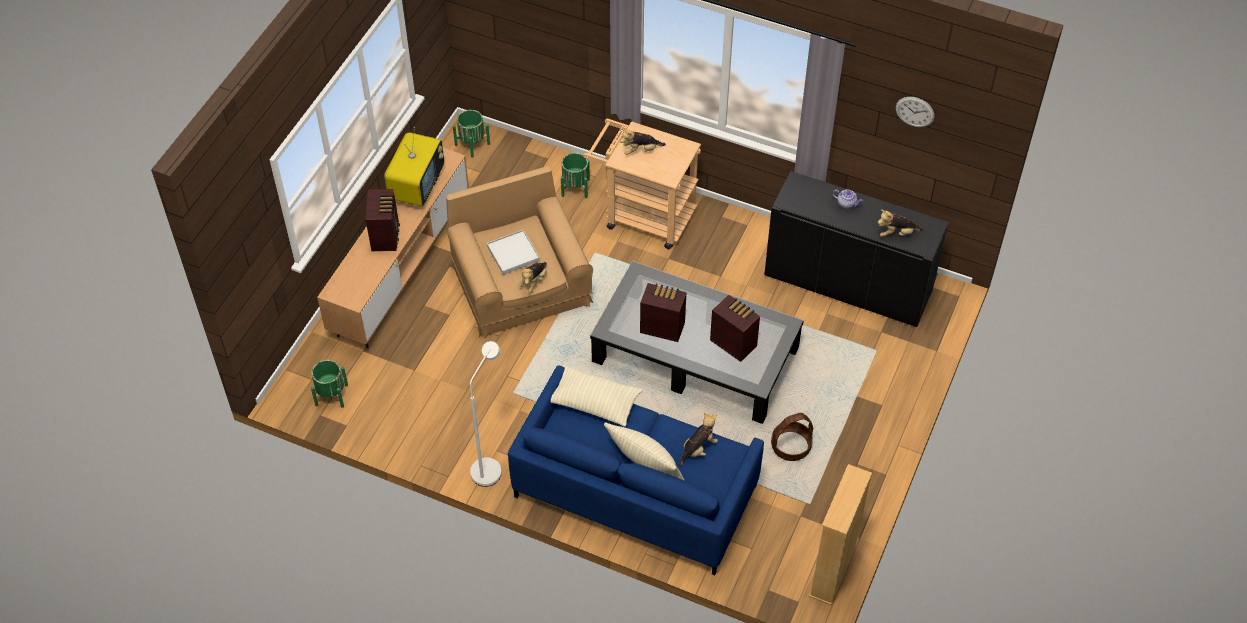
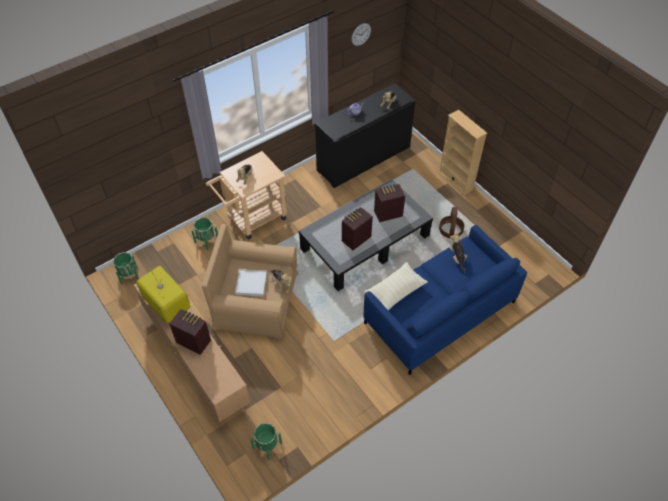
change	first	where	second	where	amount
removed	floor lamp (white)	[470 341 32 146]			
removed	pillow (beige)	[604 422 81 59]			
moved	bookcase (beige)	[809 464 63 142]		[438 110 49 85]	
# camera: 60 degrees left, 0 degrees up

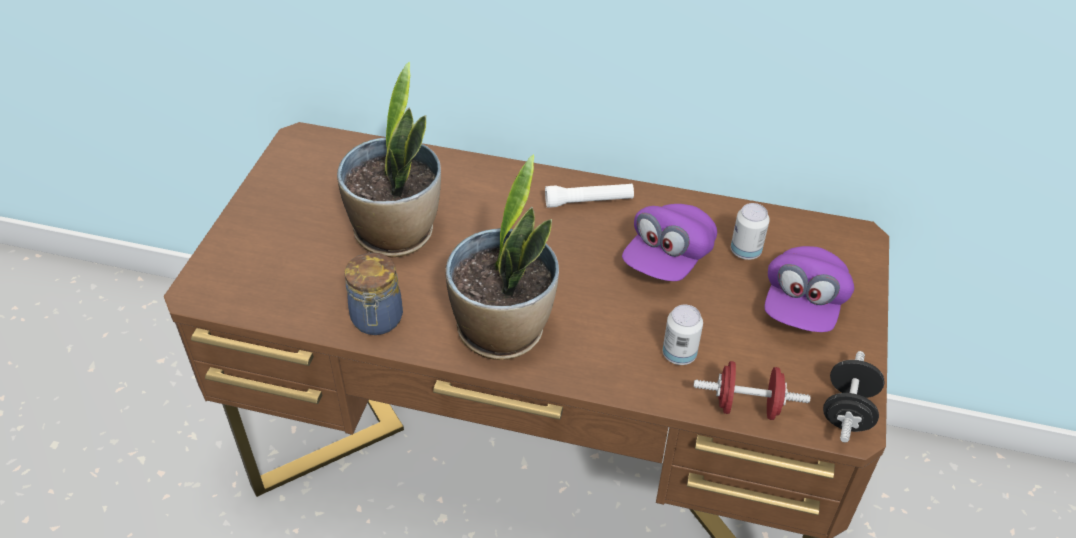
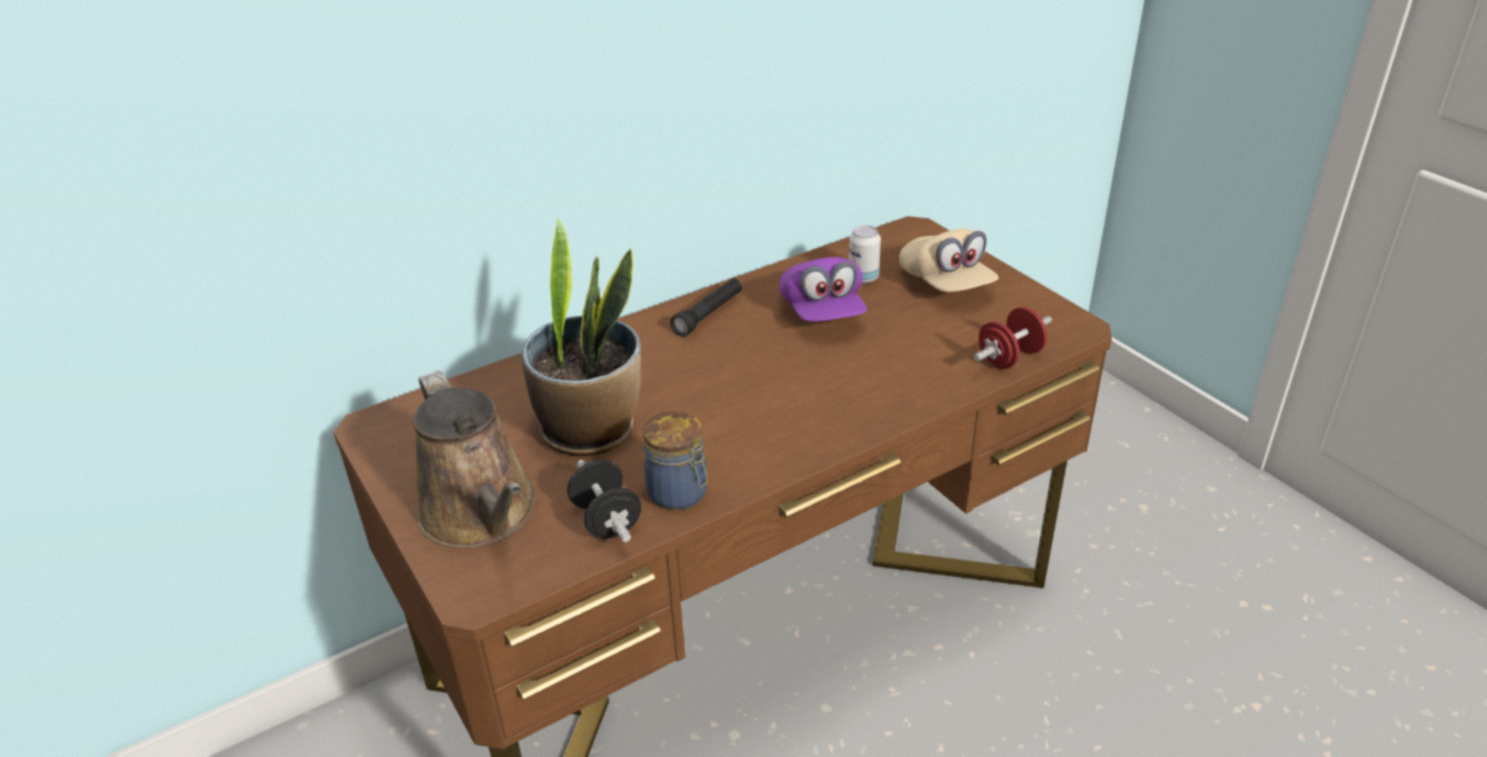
change	first	where	second	where	amount
removed	potted plant	[445 154 114 206]			
removed	can	[663 304 40 61]			
added			watering can (brown)	[413 370 122 179]	
moved	dumbbell (black)	[823 351 62 92]		[567 459 74 83]	
recoloured	flashlight (white)	[545 183 89 25]	flashlight (black)	[670 278 72 59]	
recoloured	cap (purple)	[764 246 90 86]	cap (beige)	[899 228 100 64]	
# camera: 45 degrees left, 10 degrees down

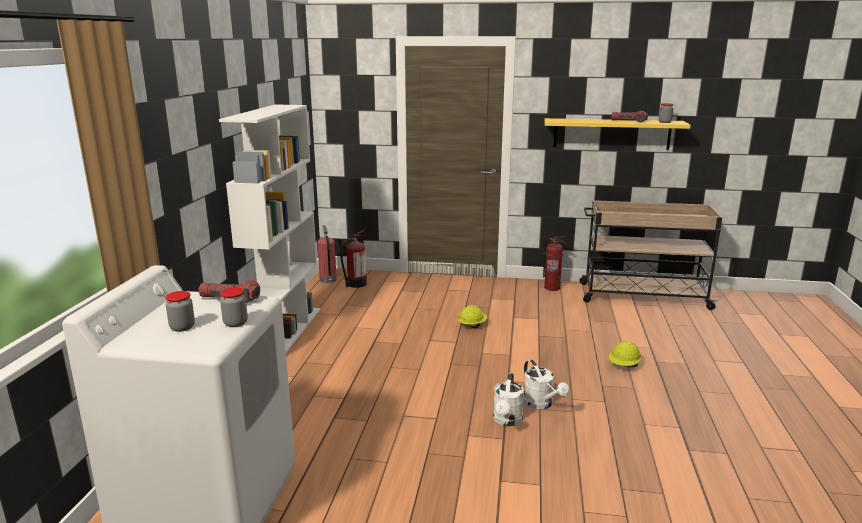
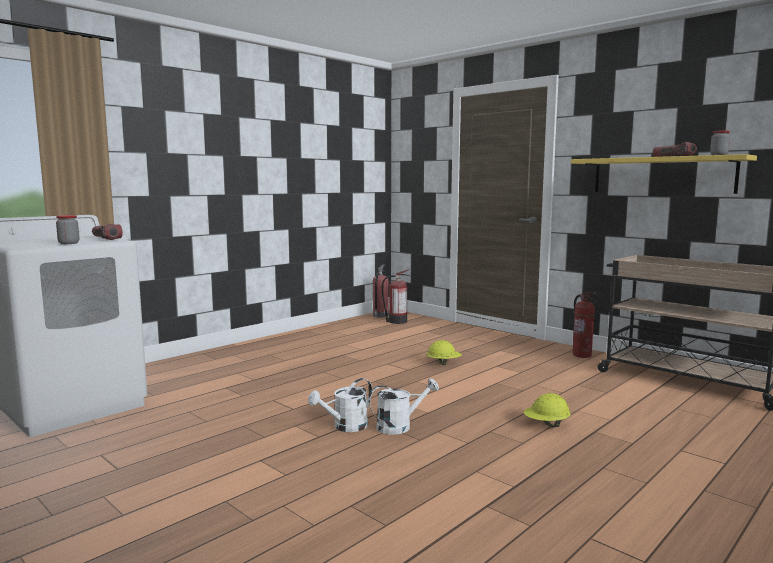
change	first	where	second	where	amount
removed	jar	[165 291 30 41]			
removed	bookcase (white)	[219 105 101 248]			
turned	watering can (white)	[523 360 46 49]		[368 378 71 56]	120 degrees counterclockwise
# camera: 35 degrees right, 10 degrees down

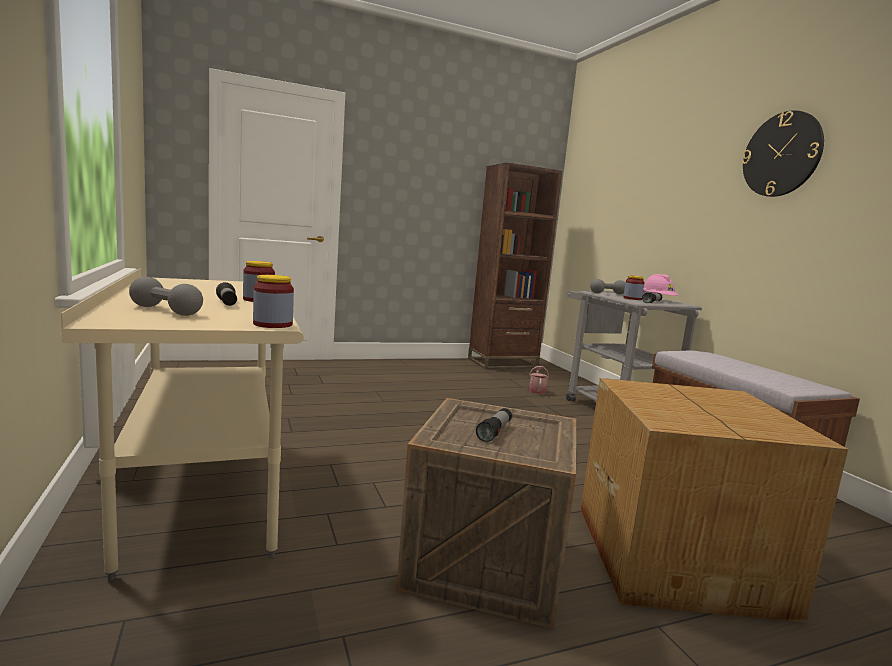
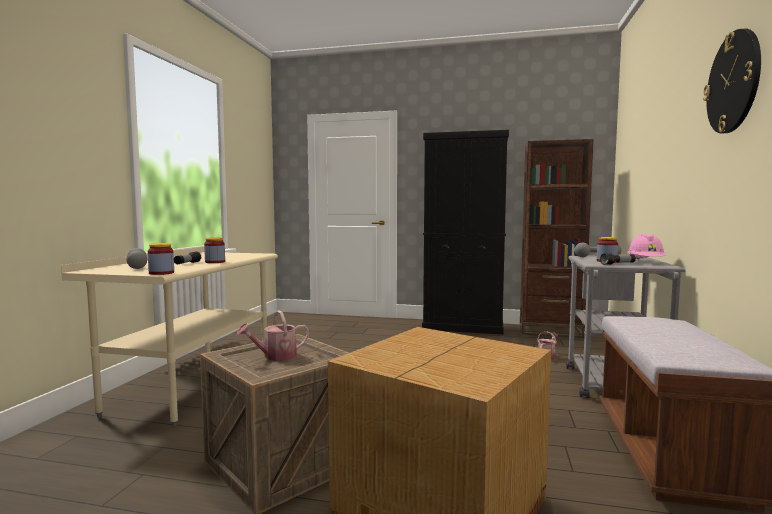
change	first	where	second	where	amount
added			cabinet (black)	[422 130 87 204]	
replaced	flashlight	[476 408 36 34]	watering can	[237 310 72 51]	
# camera: 35 degrees right, 5 degrees down

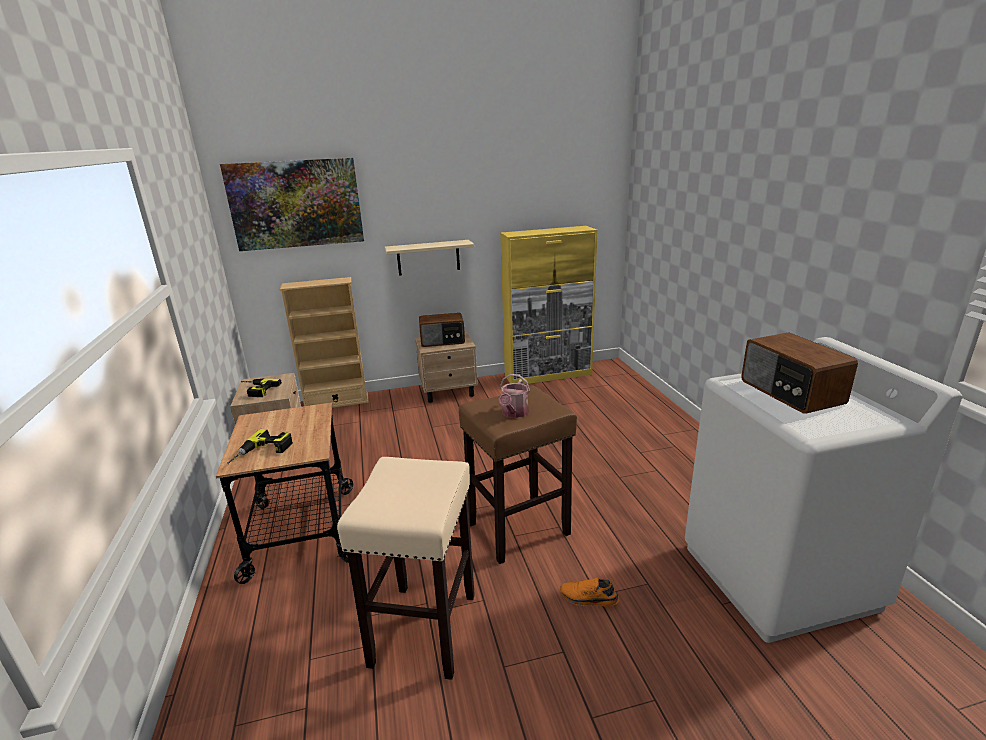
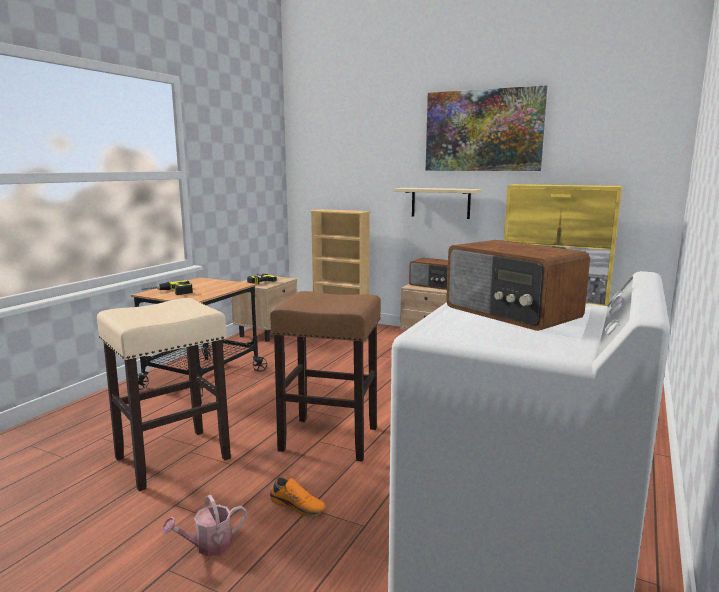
change	first	where	second	where	amount
moved	picture	[220 158 144 93]		[426 85 121 86]	
moved	watering can	[499 374 31 44]		[162 495 85 61]	
turned	shoe (orange)	[560 577 59 29]		[269 477 57 40]	150 degrees clockwise
turned	radio	[741 333 117 81]		[446 240 144 91]	60 degrees counterclockwise
# camera: 40 degrees right, 10 degrees down

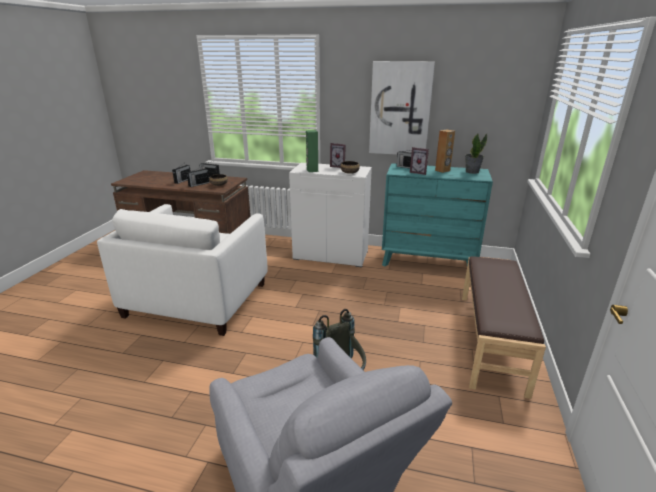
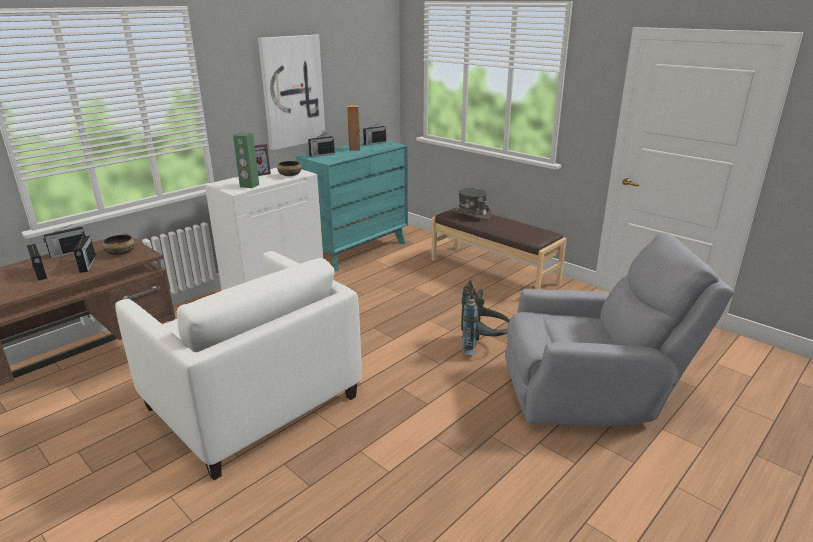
change	first	where	second	where	amount
removed	picture frame	[410 147 19 28]			
added			hat (grey)	[453 188 39 31]	
replaced	potted plant	[465 134 22 40]	radio	[363 123 23 22]	
# camera: 60 degrees left, 0 degrees up

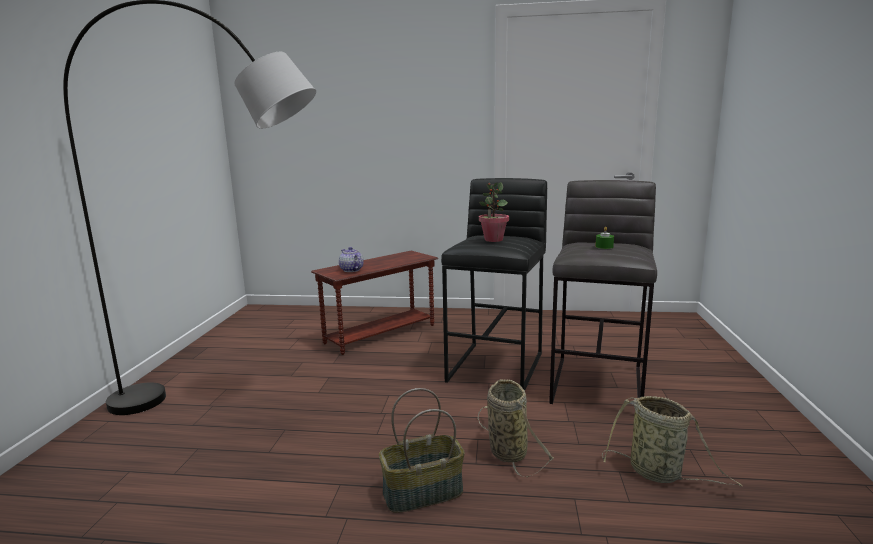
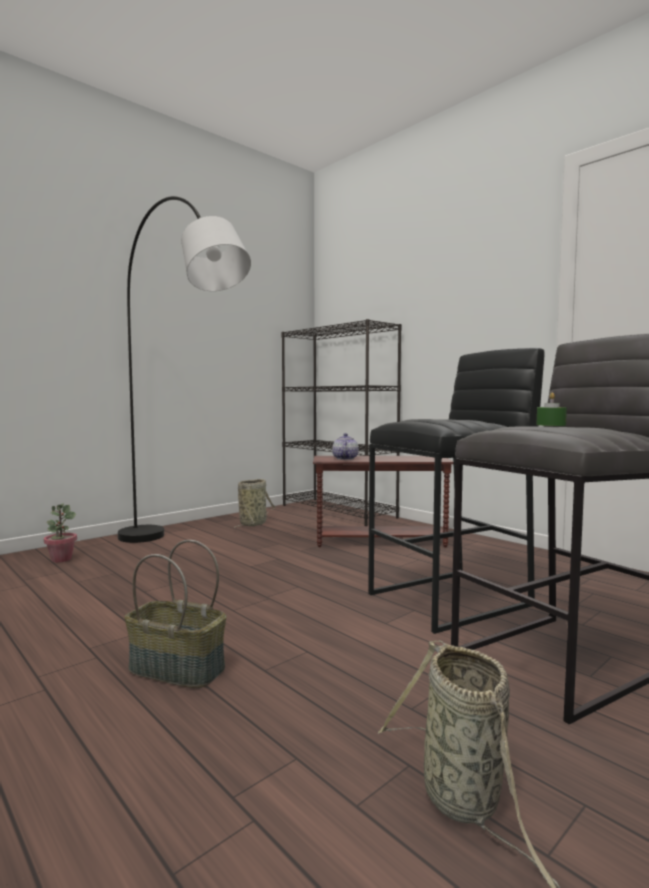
change	first	where	second	where	amount
added			bookcase (black)	[282 319 120 207]	
moved	basket	[477 379 77 98]		[235 479 41 49]	
moved	potted plant	[479 182 30 60]		[44 504 33 59]	
# camera: 40 degrees right, 10 degrees down

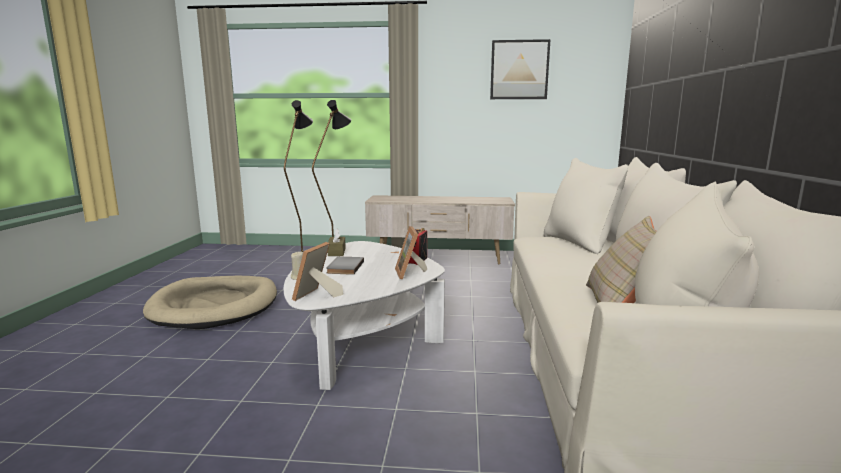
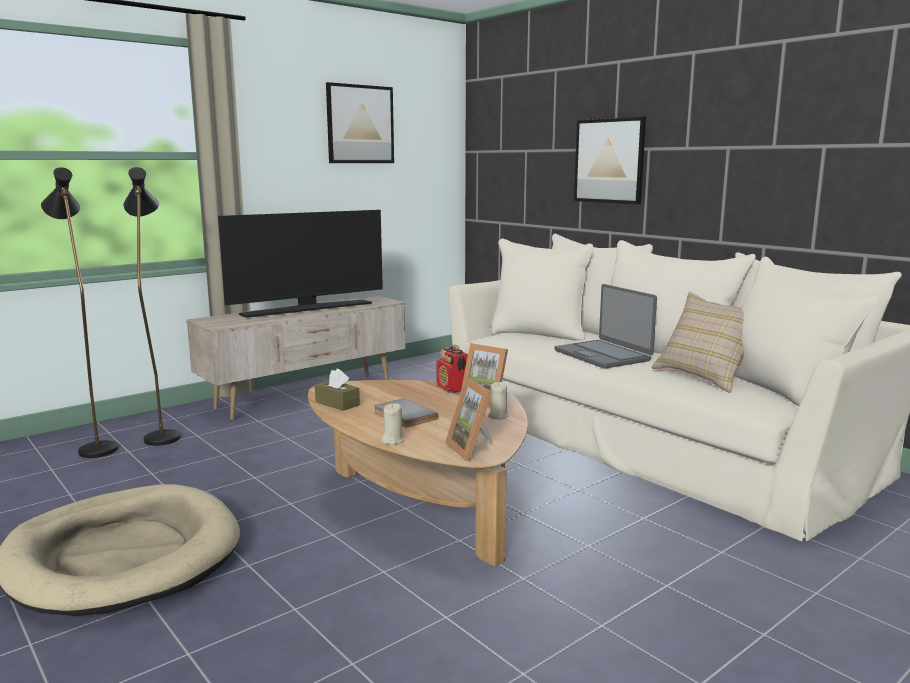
change	first	where	second	where	amount
added			television	[218 210 165 108]	
added			candle (beige)	[488 382 21 38]	
added			laptop	[554 284 103 85]	
added			picture	[574 117 72 87]	
recoloured	coffee table (white)	[284 241 161 149]	coffee table (brown)	[308 380 220 187]	
# camera: 45 degrees left, 0 degrees up

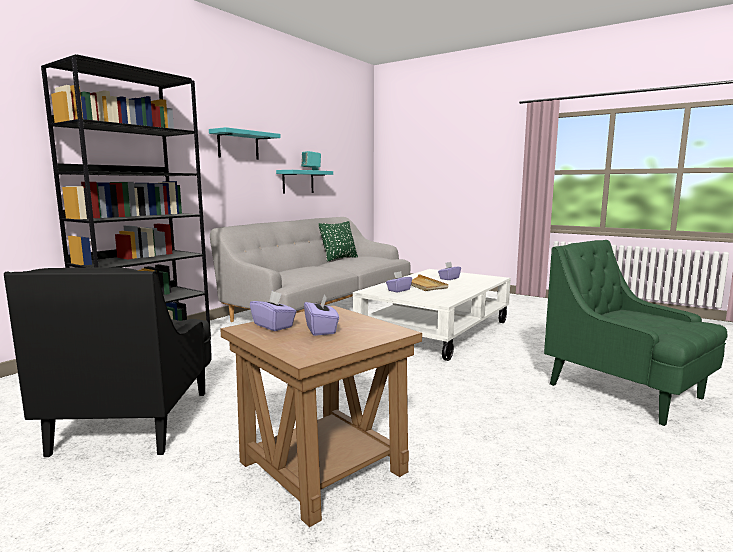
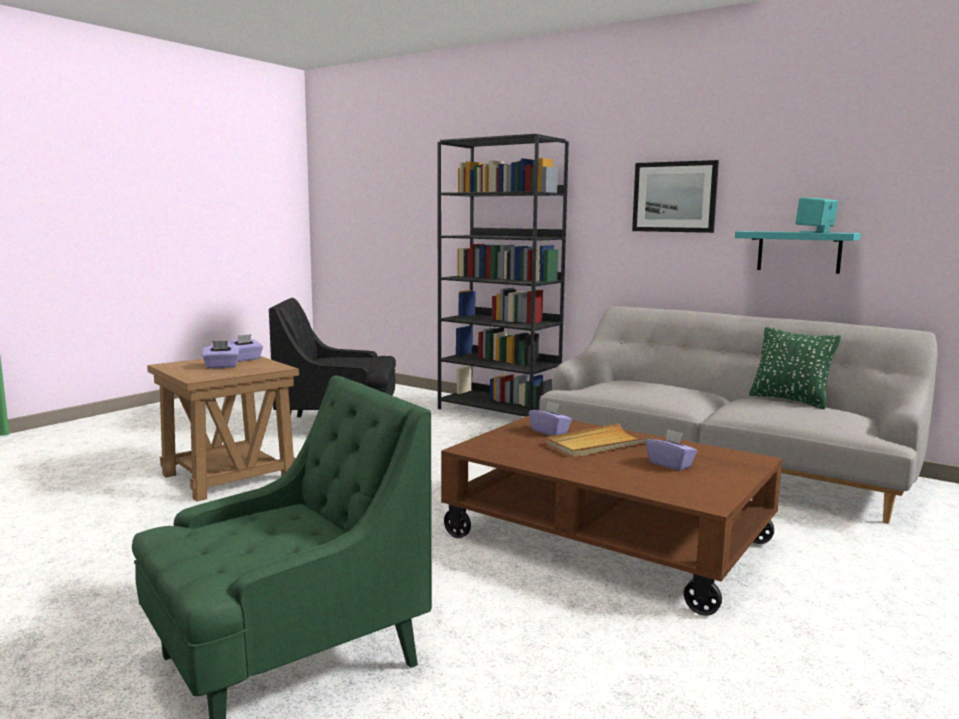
change	first	where	second	where	amount
replaced	shelf (turquoise)	[209 127 72 33]	picture	[632 160 87 73]	
recoloured	coffee table (white)	[353 269 158 92]	coffee table (brown)	[441 416 342 200]	
# camera: 90 degrees right, 0 degrees up

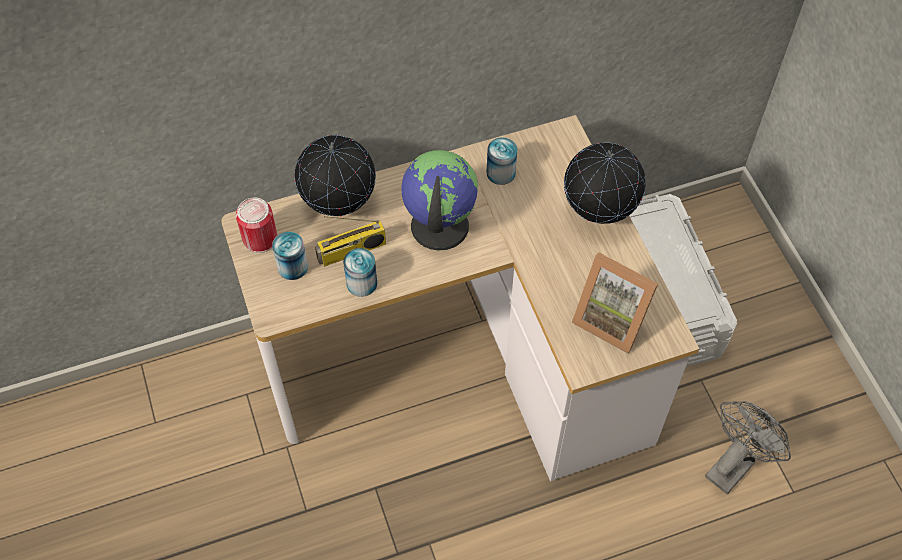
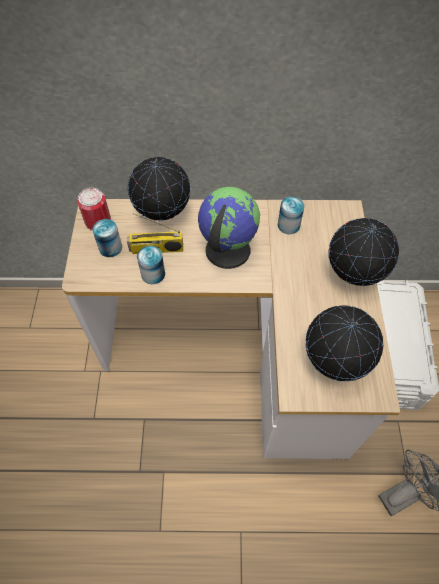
change	first	where	second	where	amount
replaced	picture frame	[572 252 86 102]	globe	[306 306 77 75]	
# camera: 20 degrees right, 0 degrees up

